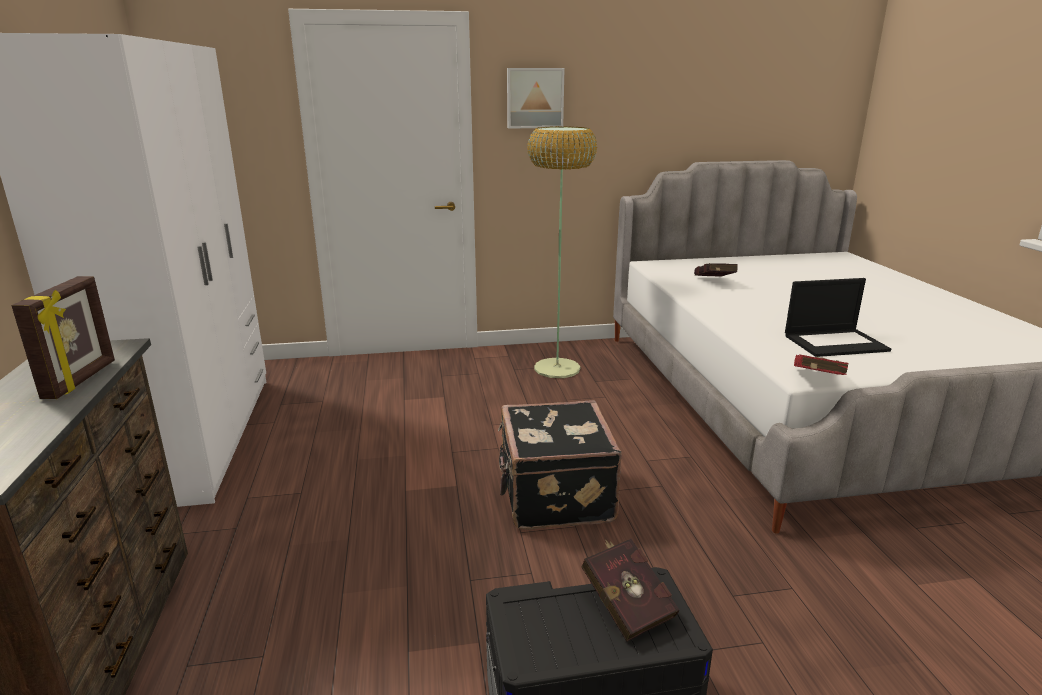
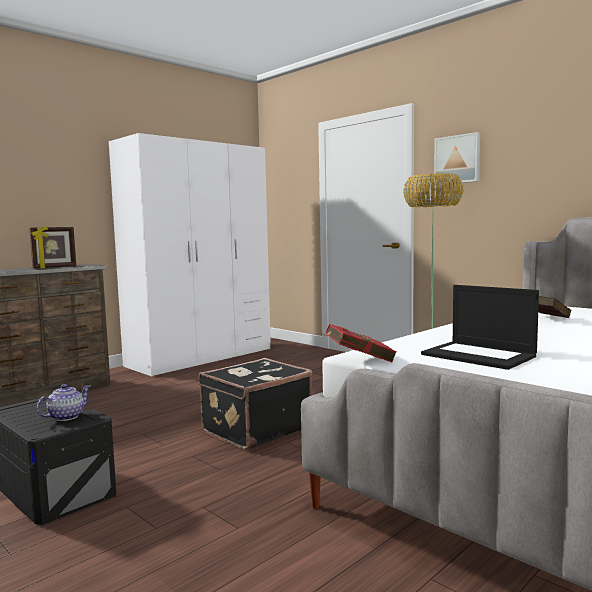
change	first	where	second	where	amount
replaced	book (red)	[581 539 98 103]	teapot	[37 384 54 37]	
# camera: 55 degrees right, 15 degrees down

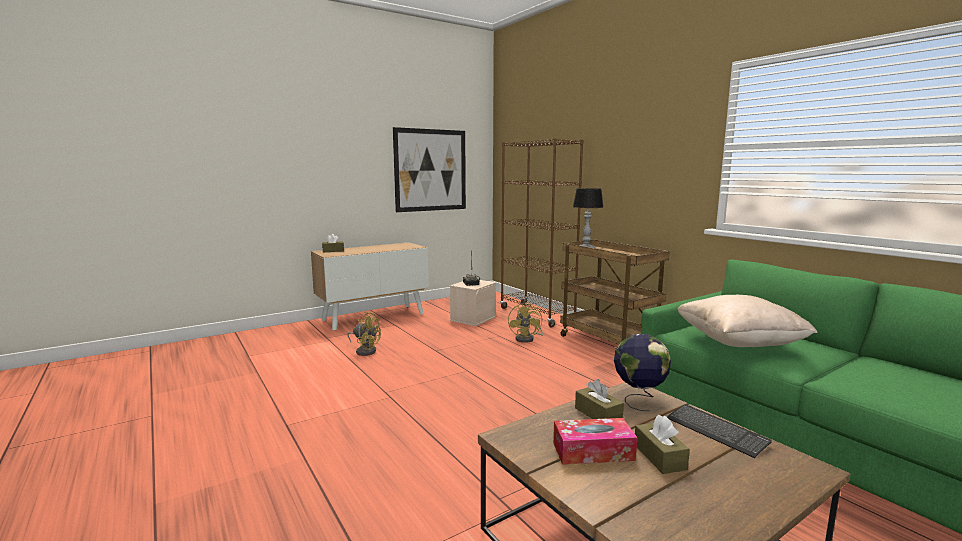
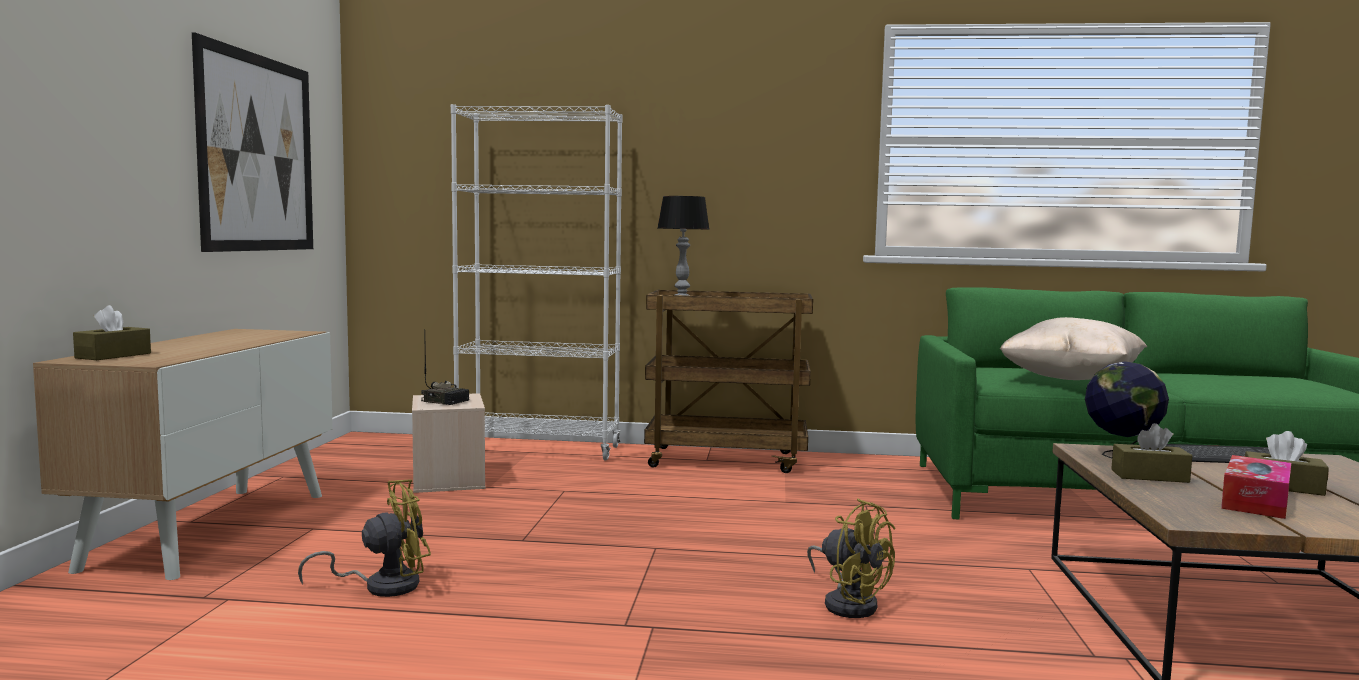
change	first	where	second	where	amount
moved	fan (yellow)	[508 302 35 41]		[807 498 88 120]	
recoloured	bookcase (brown)	[500 138 83 189]	bookcase (white)	[451 104 172 357]	
# camera: 50 degrees left, 5 degrees down

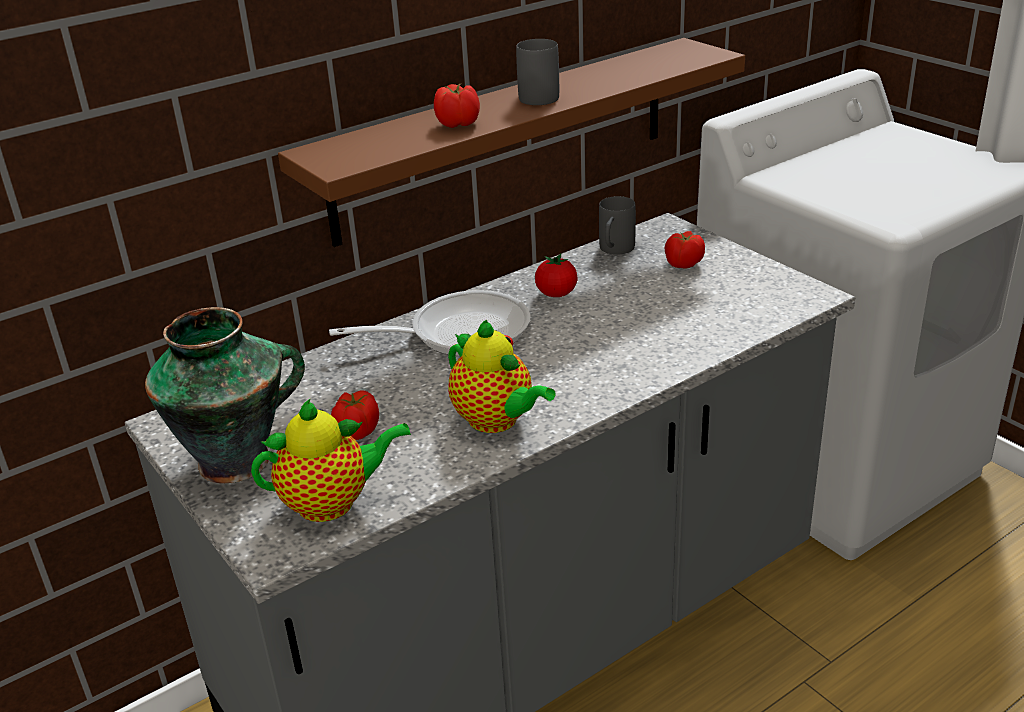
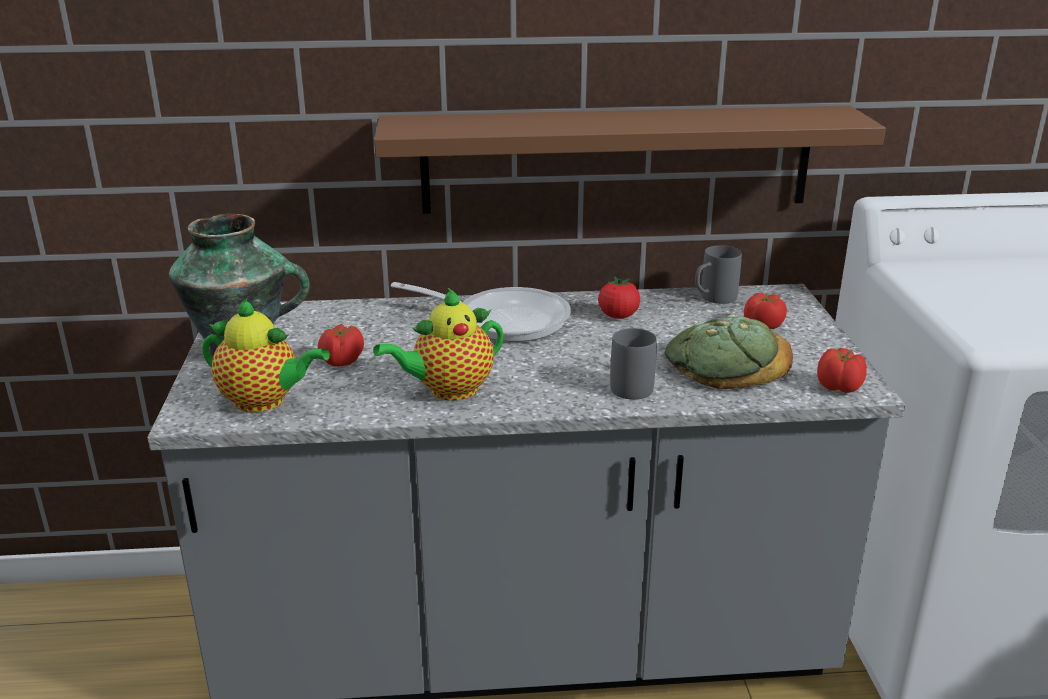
change	first	where	second	where	amount
added			bread	[665 315 128 74]	
moved	tomato	[434 84 46 44]		[817 348 50 45]	
moved	mug (grey)	[516 39 43 66]		[610 328 47 72]	
turned	teapot	[448 320 108 113]		[373 288 131 112]	75 degrees clockwise
# camera: 30 degrees right, 5 degrees down

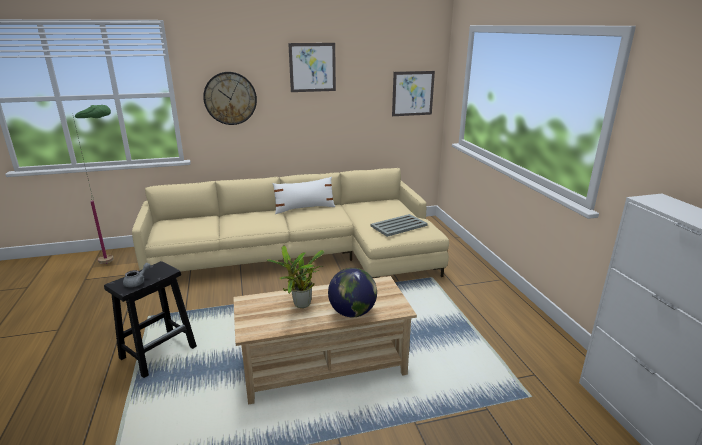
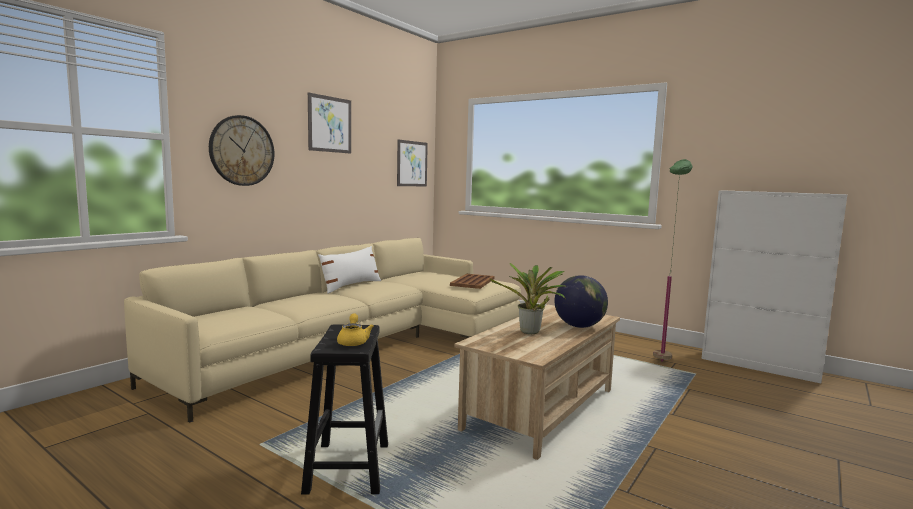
change	first	where	second	where	amount
moved	floor lamp (green)	[73 105 41 159]		[653 159 40 203]	
recoloured	teapot (grey)	[123 263 27 24]	teapot (yellow)	[337 313 37 33]	
recoloured	tray (grey)	[370 214 58 23]	tray (brown)	[450 274 45 15]	
# camera: 40 degrees left, 15 degrees down

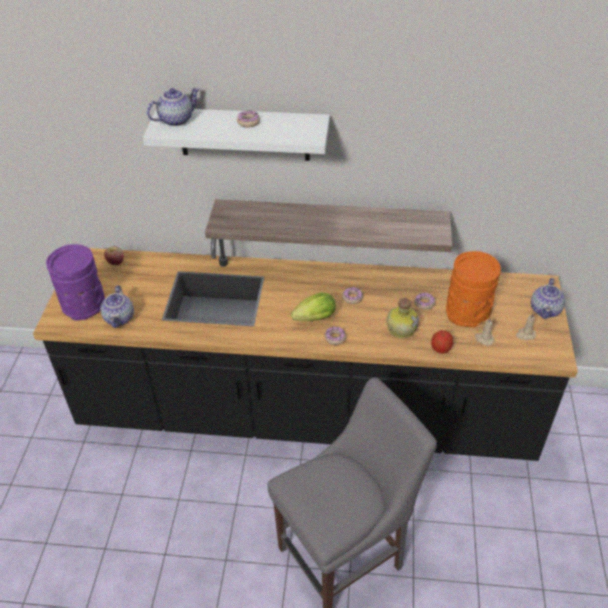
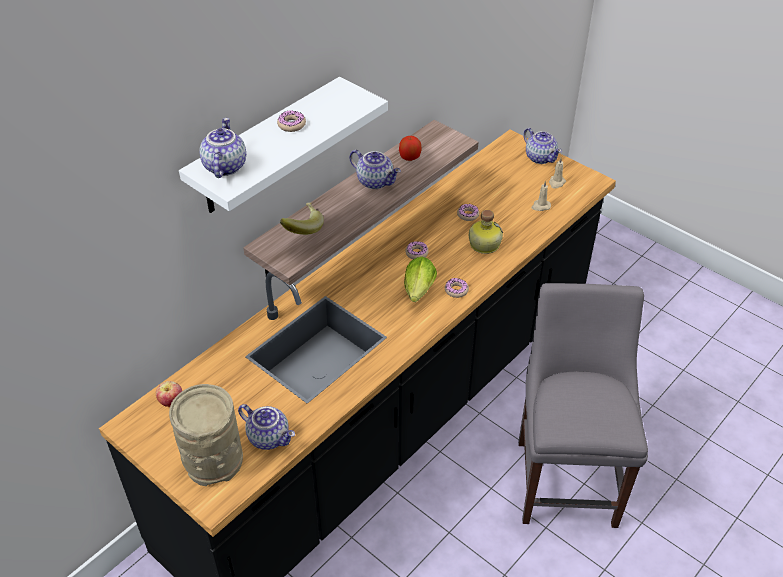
change	first	where	second	where	amount
removed	vase (orange)	[446 251 55 76]			
added			banana	[280 203 44 32]	
added			teapot	[349 150 52 39]	
moved	apple	[431 330 22 23]		[399 136 23 25]	
recoloured	vase (purple)	[46 244 59 77]	vase (beige)	[169 384 74 102]	
# camera: 55 degrees left, 0 degrees up

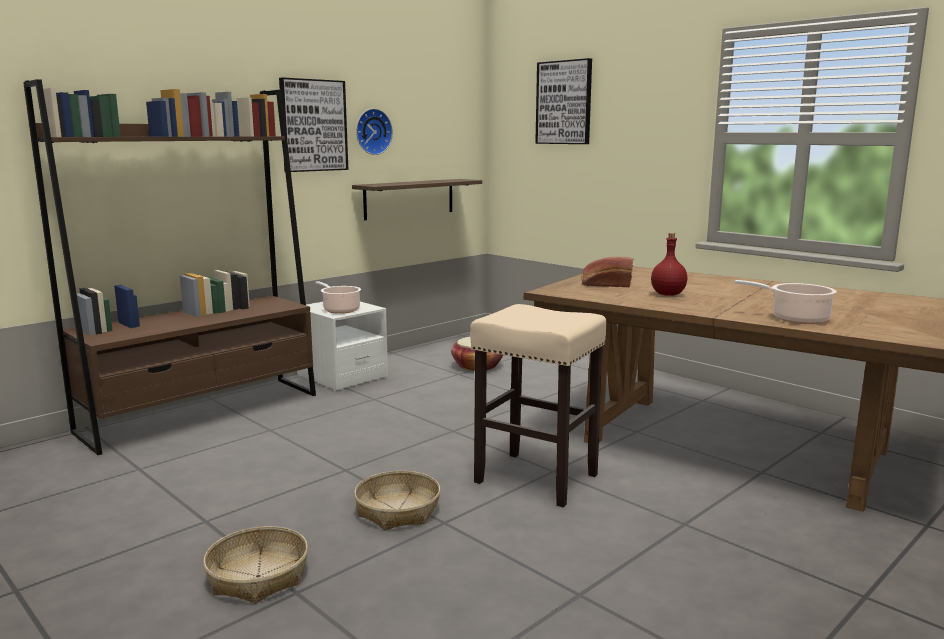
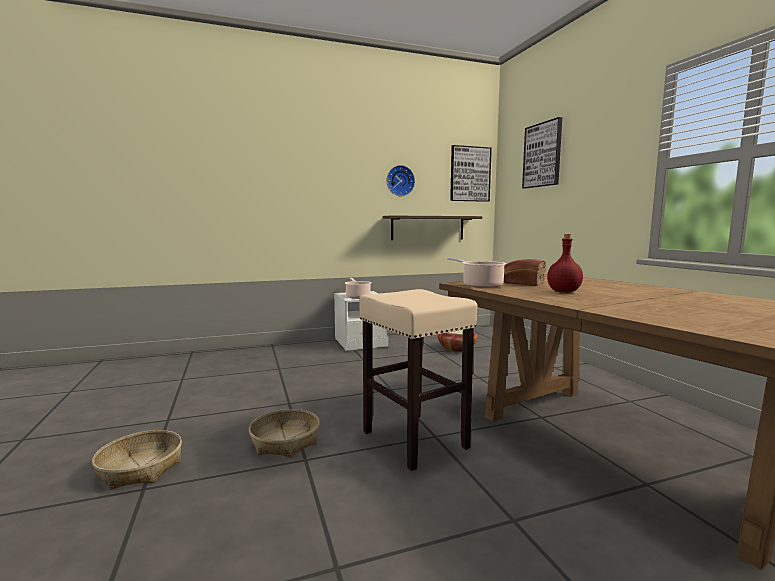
change	first	where	second	where	amount
removed	bookcase (brown)	[23 79 293 376]			
moved	picture	[279 77 69 95]		[450 145 42 57]	
moved	cooking pot	[735 280 102 44]		[447 258 59 30]	
# camera: 25 degrees right, 5 degrees down

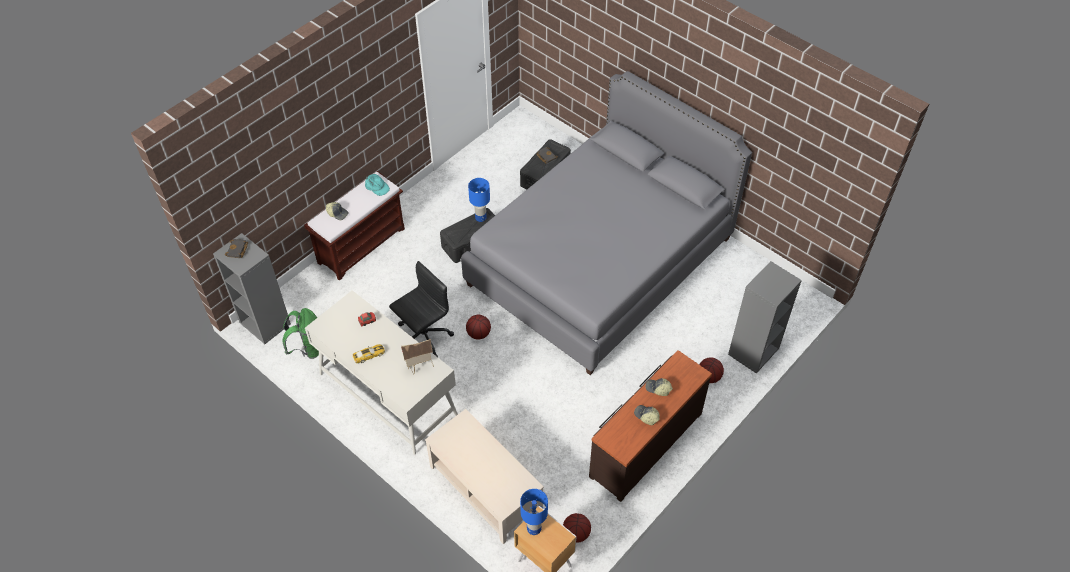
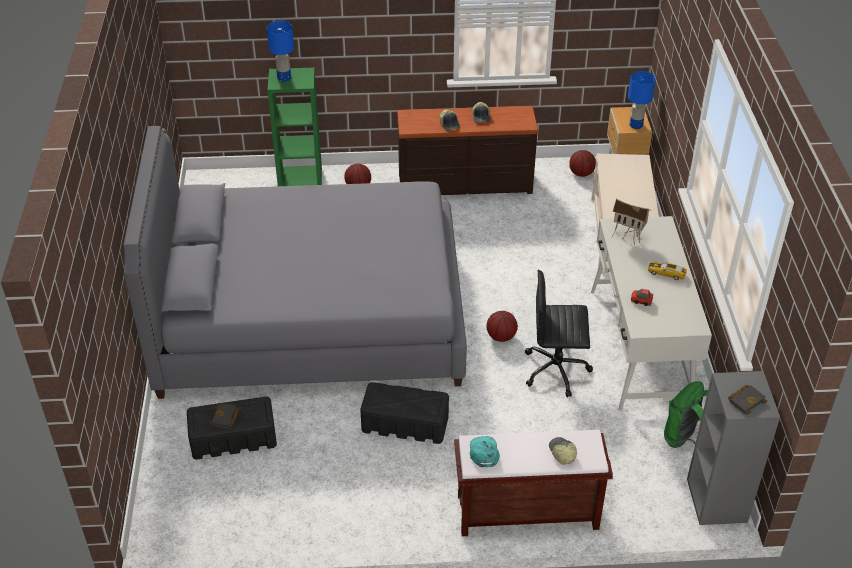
change	first	where	second	where	amount
moved	table lamp (blue)	[468 178 22 44]		[267 21 27 61]	
recoloured	bookcase (grey)	[728 261 74 113]	bookcase (green)	[267 68 55 118]	
# camera: 135 degrees left, 10 degrees down

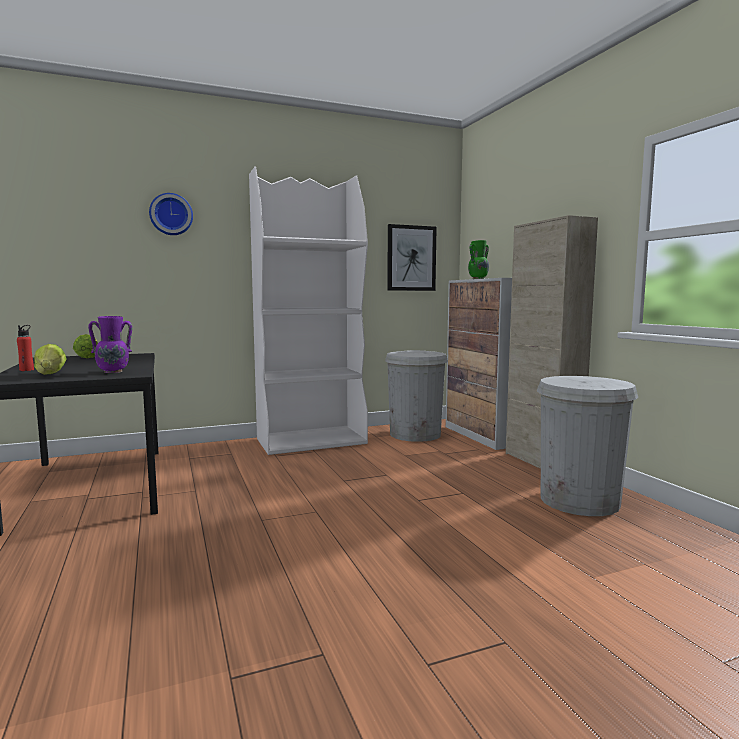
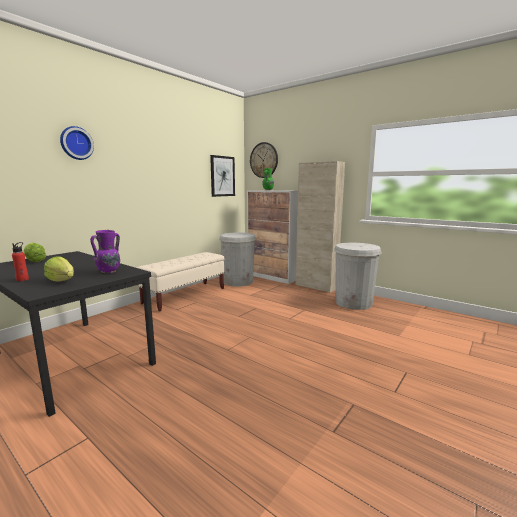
change	first	where	second	where	amount
added			wall clock	[250 142 28 36]	
replaced	bookcase (white)	[249 166 119 289]	bench (beige)	[137 252 88 59]	
# camera: 30 degrees left, 5 degrees up

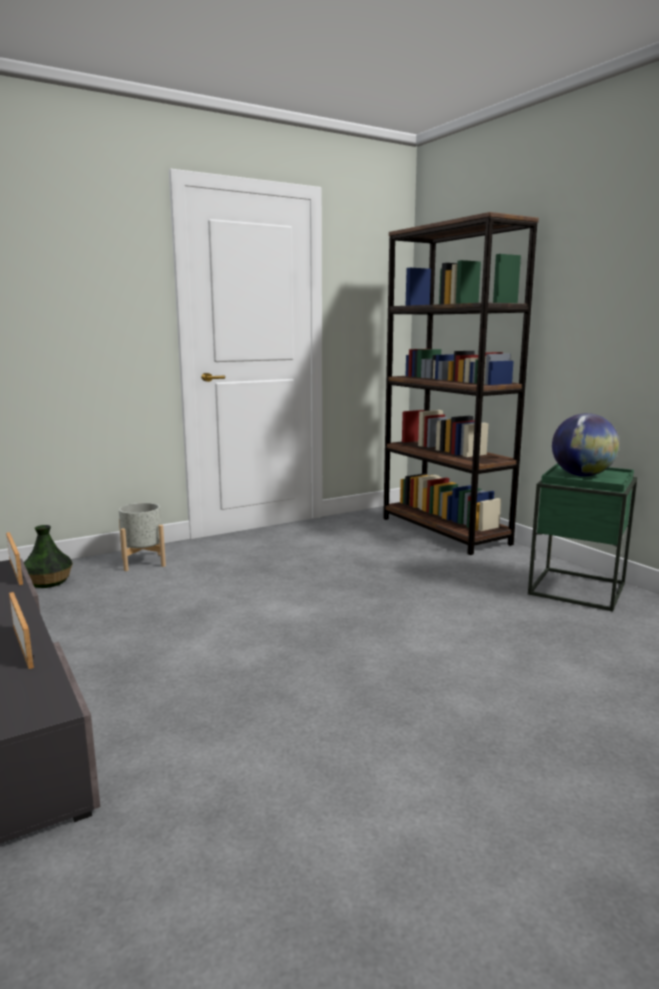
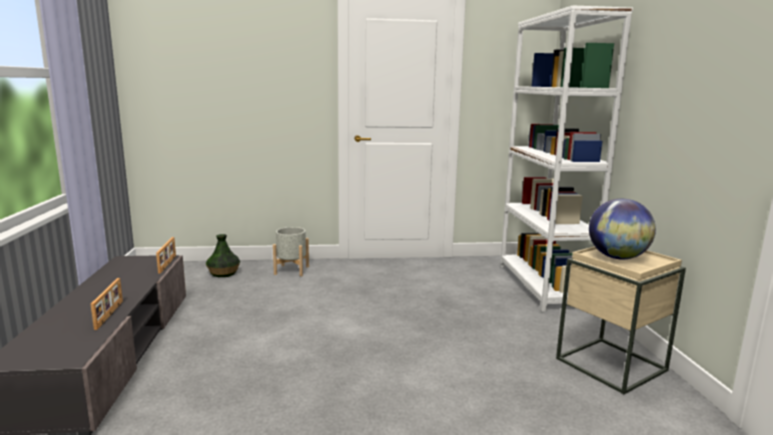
change	first	where	second	where	amount
recoloured	bookcase (brown)	[383 212 156 343]	bookcase (white)	[500 6 133 306]	
recoloured	side table (green)	[528 463 109 149]	side table (beige)	[556 246 130 148]	
# camera: 25 degrees right, 0 degrees up

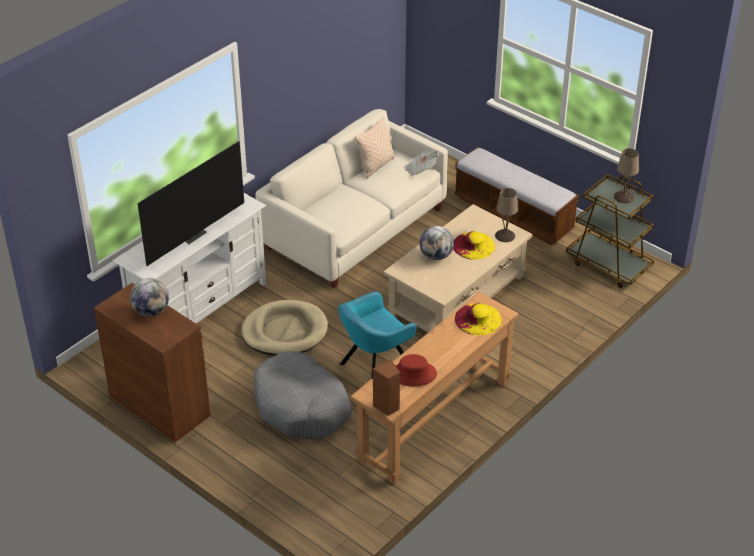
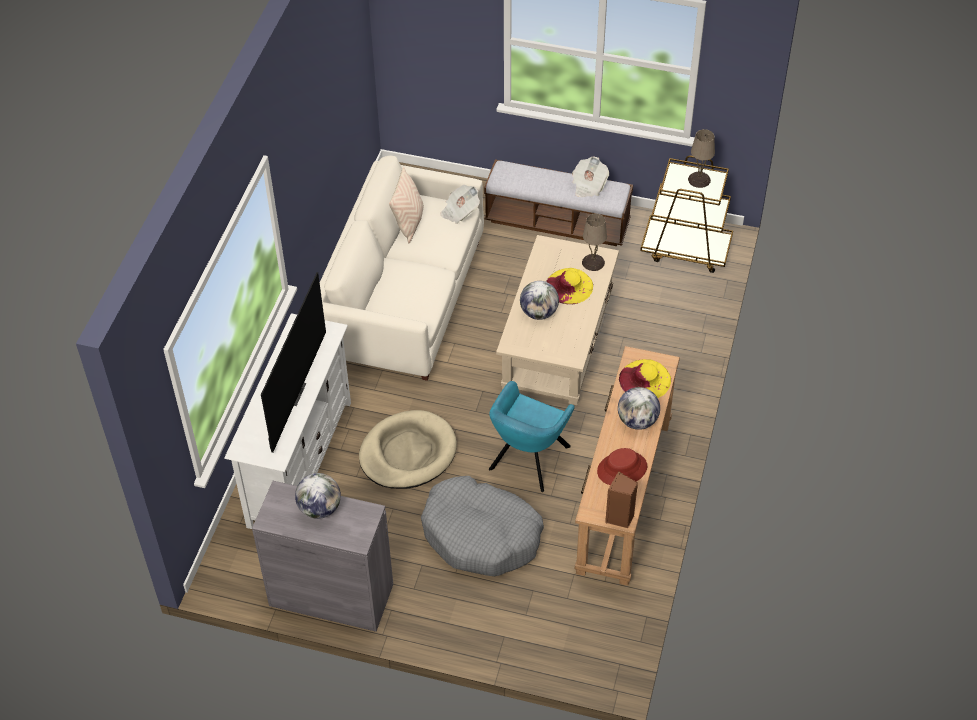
change	first	where	second	where	amount
added			newspaper	[572 156 37 41]	
added			globe	[618 387 42 43]	
recoloured	cabinet (brown)	[94 283 117 159]	cabinet (grey)	[252 481 141 151]	
# camera: 25 degrees left, 10 degrees up

